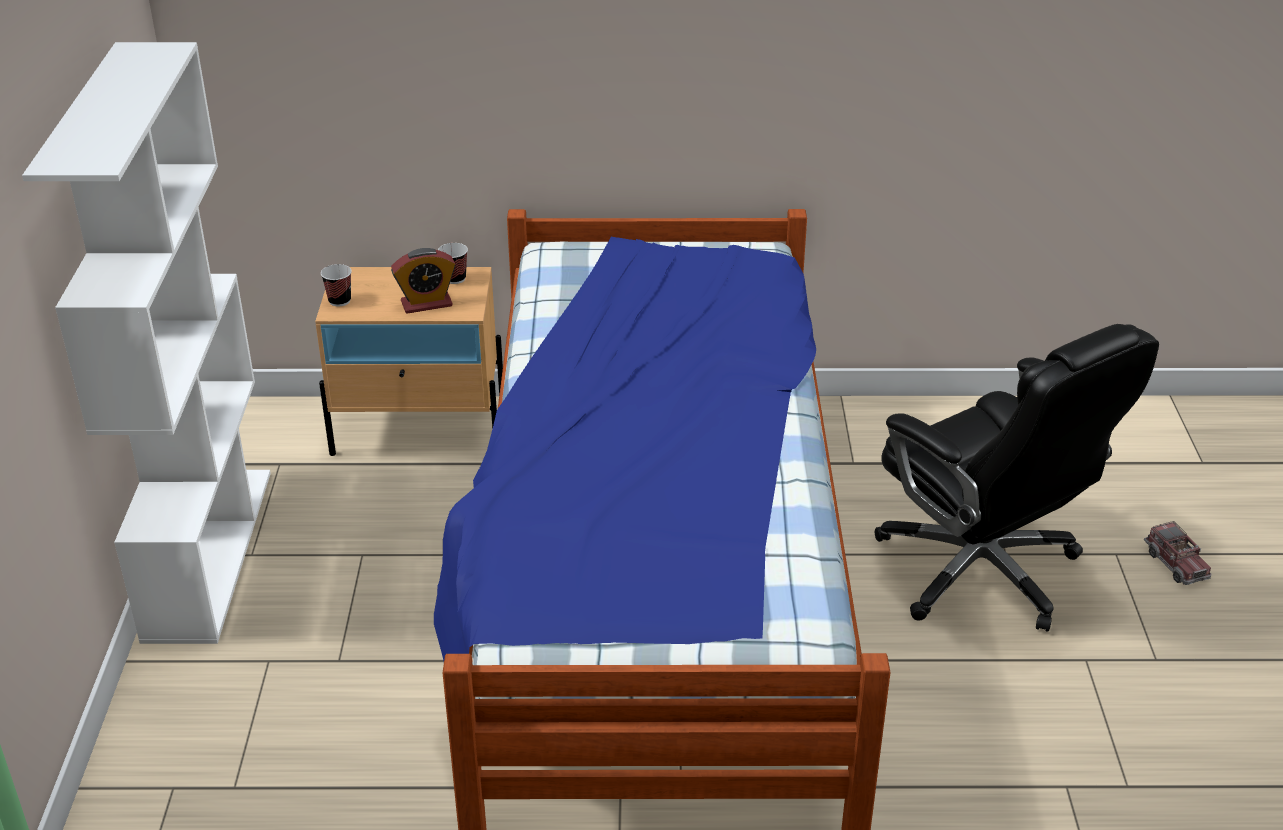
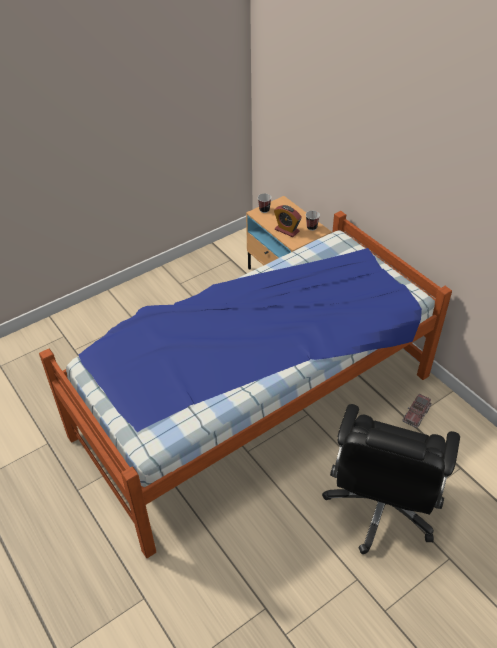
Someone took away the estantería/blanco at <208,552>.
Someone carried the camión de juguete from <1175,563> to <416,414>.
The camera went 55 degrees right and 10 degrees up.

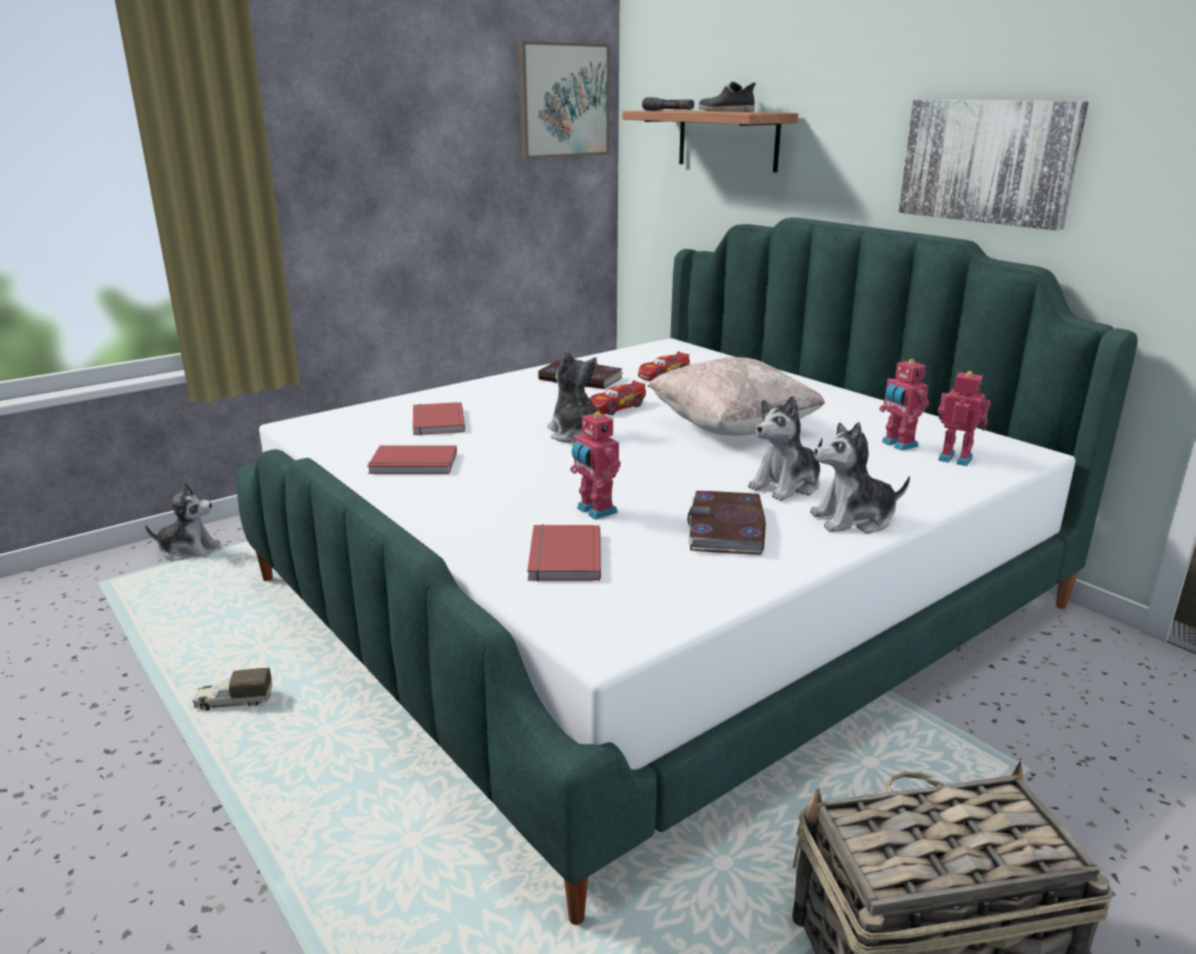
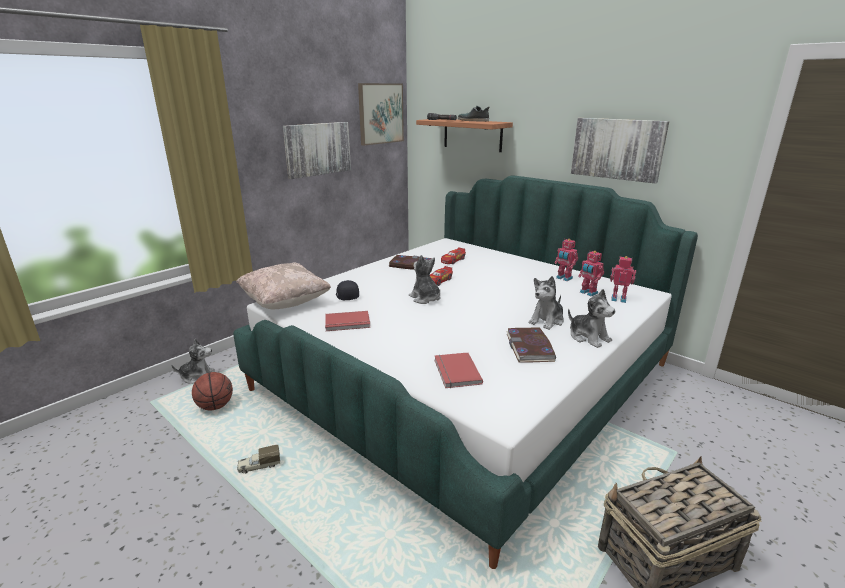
Someone swapped the libro/rojo at <436,422> for the gorra/negro at <346,296>.
Someone carried the robot de juguete from <594,511> to <563,278>.
Someone carried the cojín/beis from <732,428> to <285,302>.
Someone rotated the peluche at <854,520> by 105 degrees counterclockwise.
Someone put down the balón de baloncesto at <215,406>.
Someone put up the cuadro at <317,149>.
The camera went 10 degrees left and 0 degrees up.

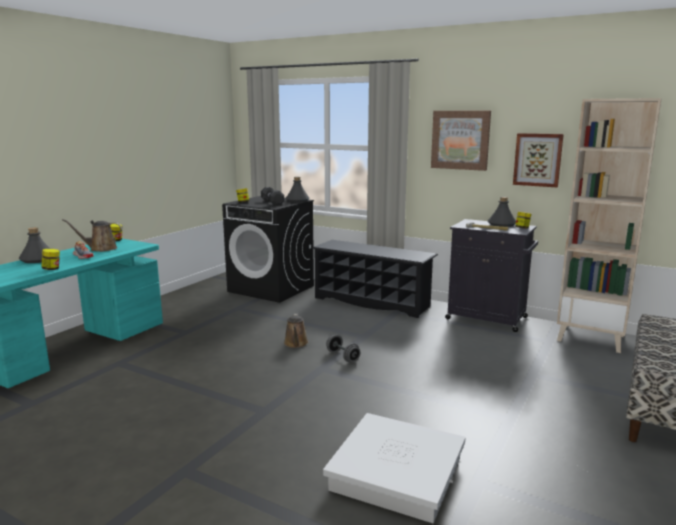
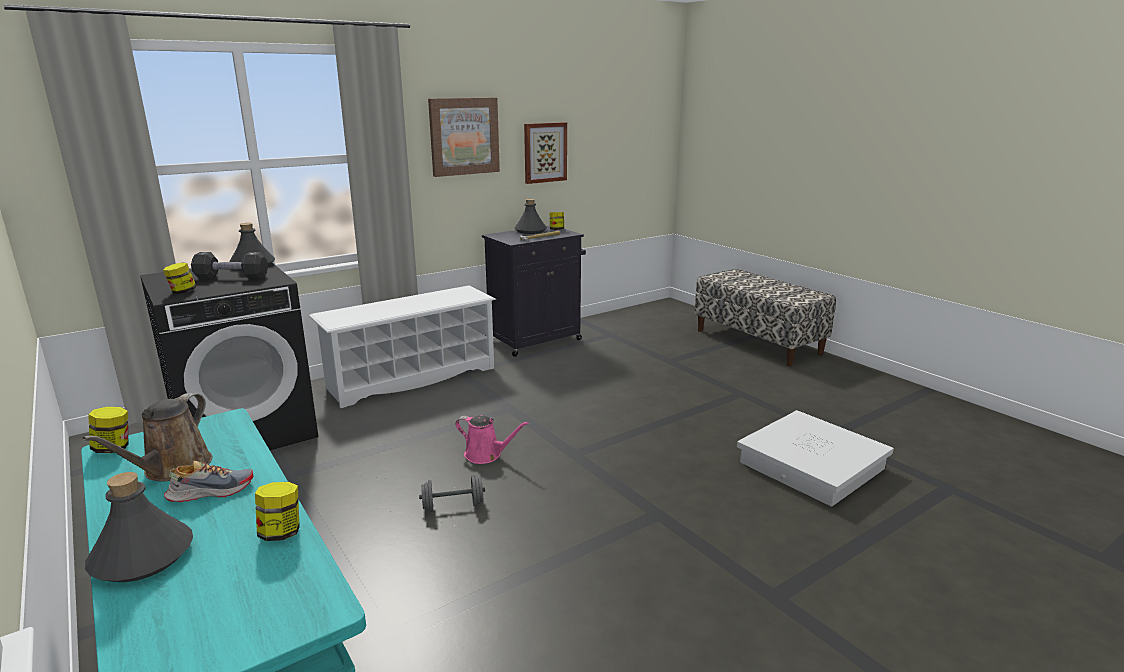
Someone repainted the regadera/marrón at <296,344>, which became the regadera/rosa at <486,455>.
Someone repainted the zapatero/negro at <372,302>, which became the zapatero/blanco at <411,378>.
Someone carried the mancuerna/gris from <342,356> to <453,506>.
Someone took away the estantería/beis at <591,338>.
The camera went 65 degrees left and 5 degrees up.

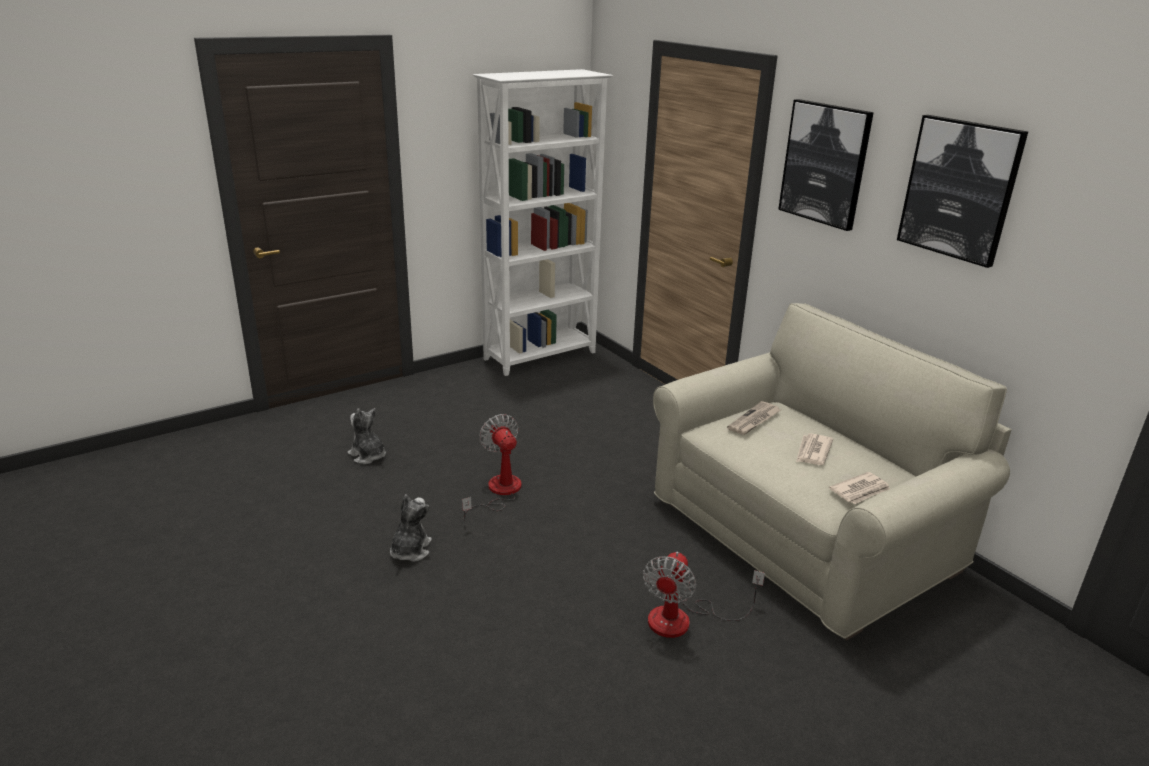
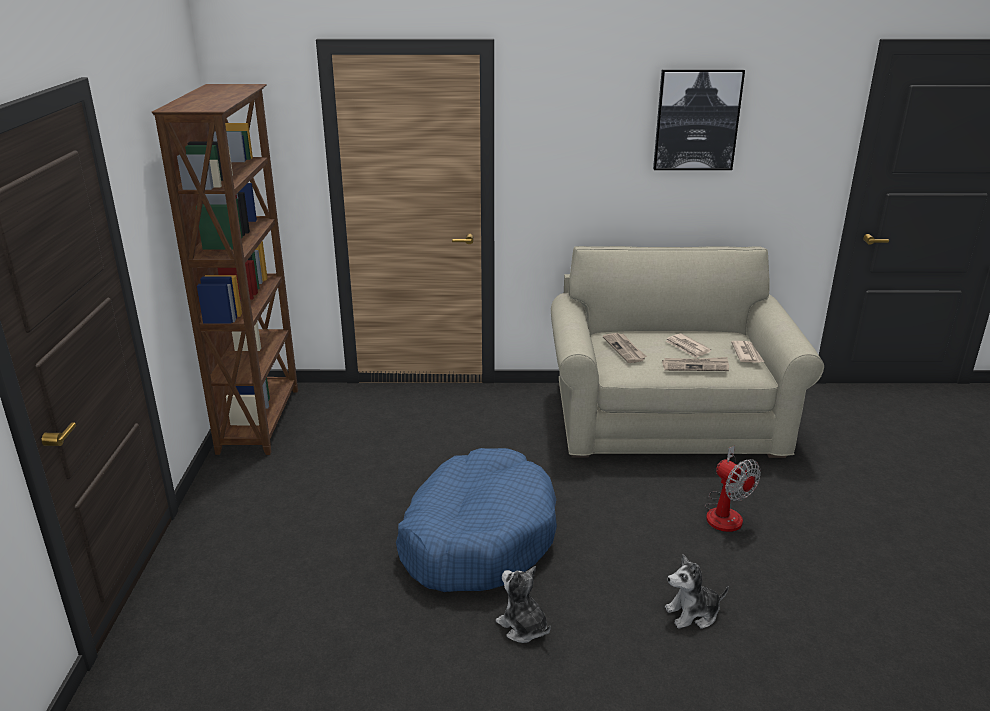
Someone carried the peluche from <368,456> to <693,614>.
Someone swapped the ventilador at <498,492> for the cama para perro/azul at <477,537>.
Someone repainted the estantería/blanco at <541,356>, which became the estantería/marrón at <261,420>.
Someone took away the cuadro at <825,163>.
Someone put down the periódico at <695,366>.
The camera went 55 degrees left and 0 degrees up.

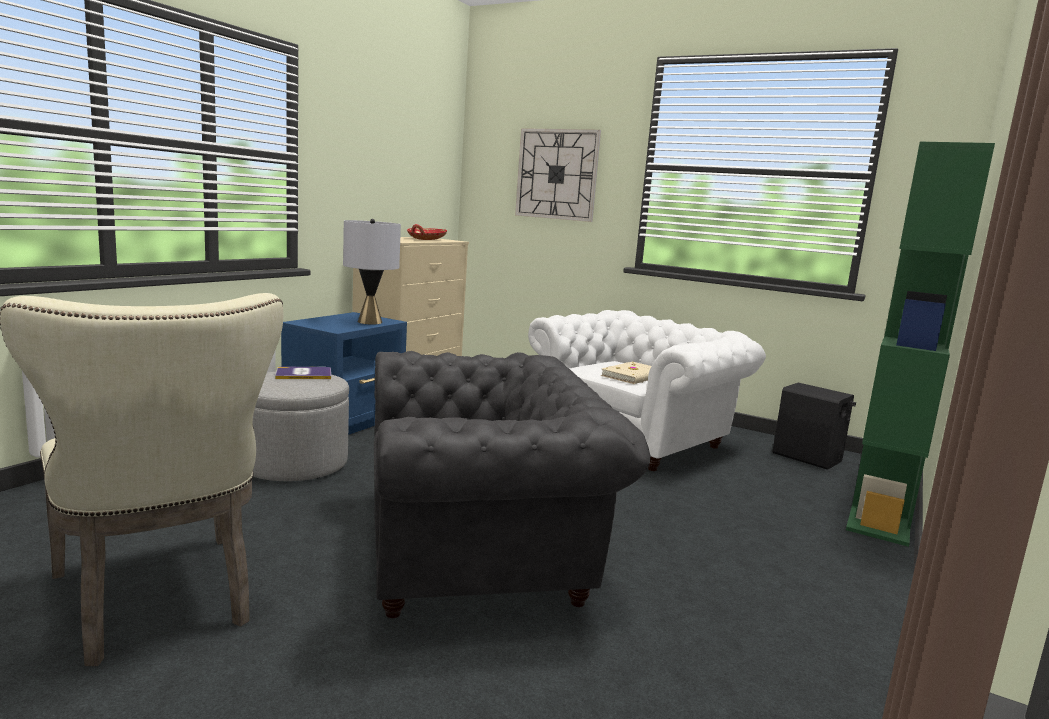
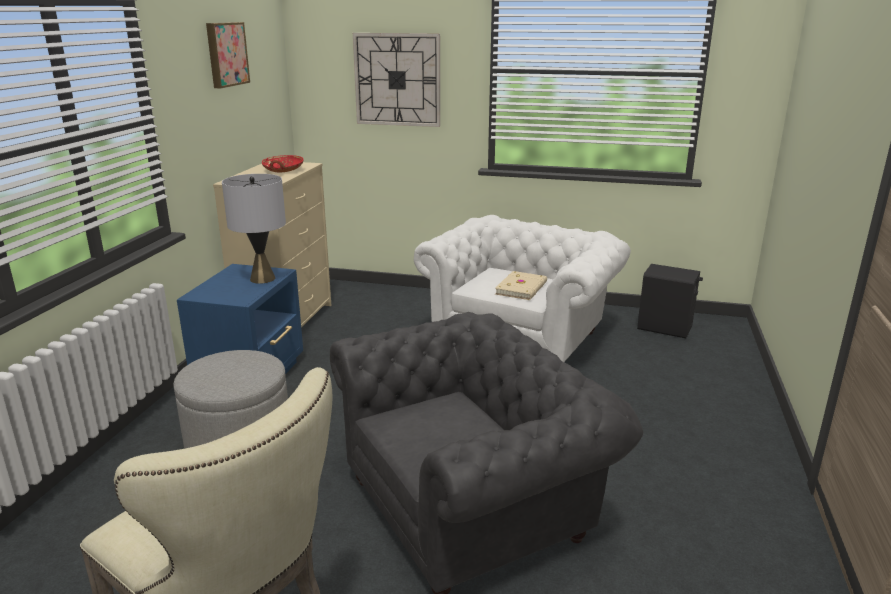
Someone took away the libro at <304,374>.
Someone took away the estantería/verde at <883,504>.
Someone put up the cuadro at <226,54>.
The camera went 15 degrees left and 10 degrees up.

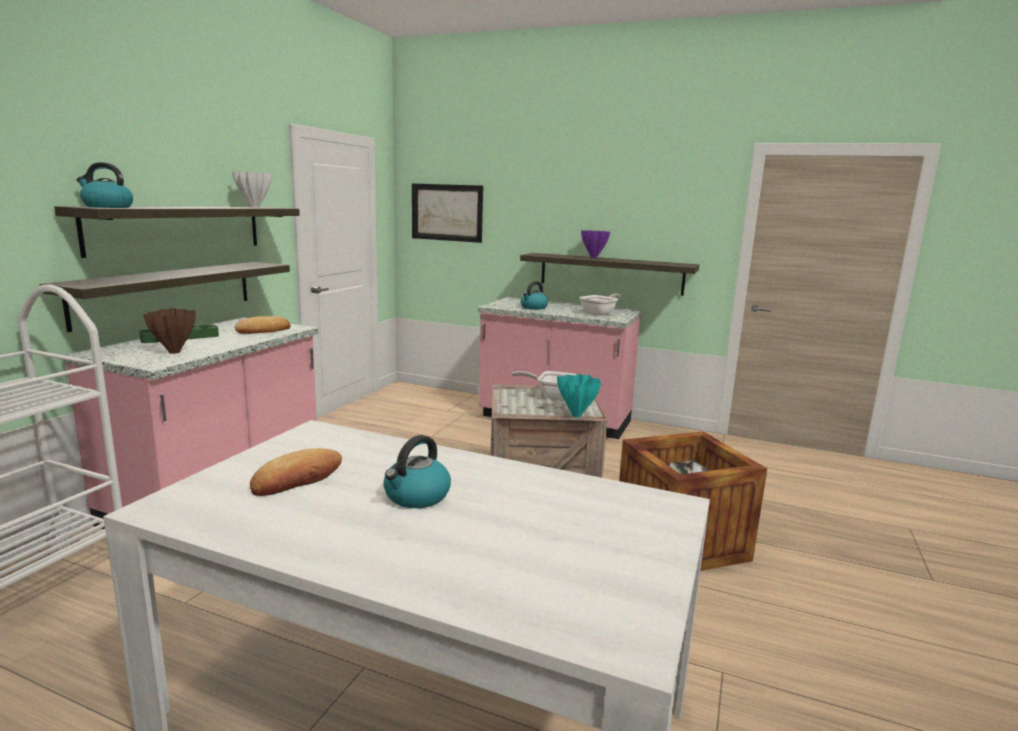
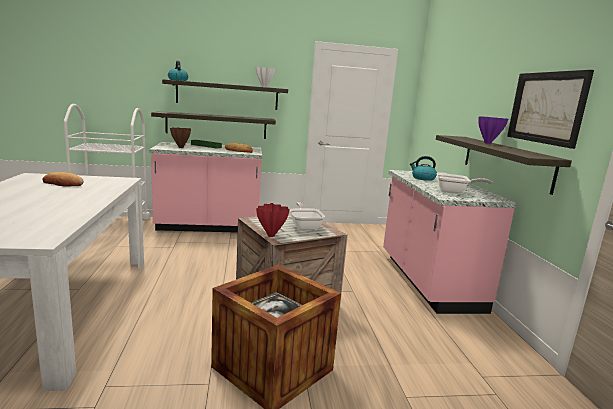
Someone took away the hervidor at <416,497>.
Someone carried the cuadro from <447,212> to <546,107>.
Someone repainted the florero/turquesa at <577,415>, which became the florero/rojo at <271,236>.
The camera went 60 degrees right and 0 degrees up.

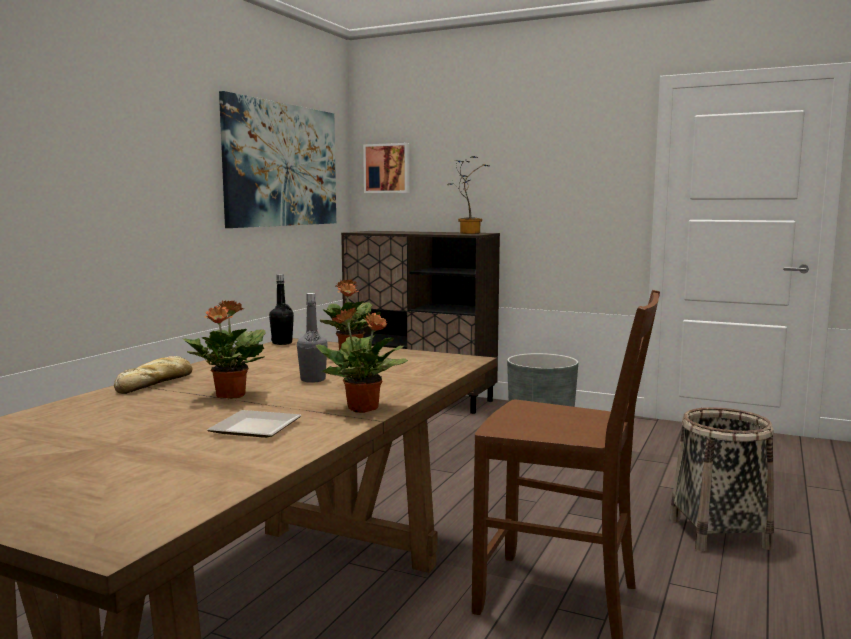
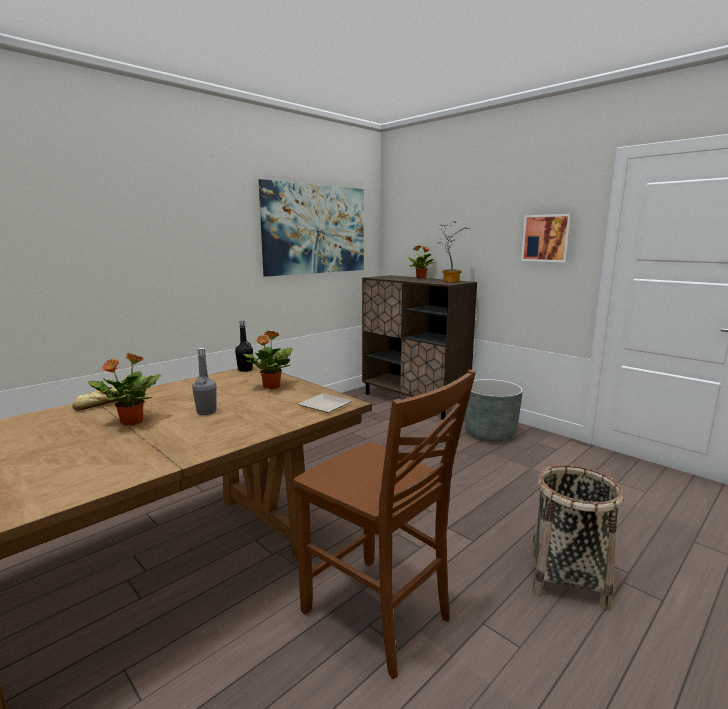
Someone carried the plato from <252,429> to <323,406>.
Someone carried the planta en maceta from <363,409> to <421,278>.
Someone carried the cuadro from <387,168> to <547,238>.
The camera went 20 degrees right and 5 degrees up.

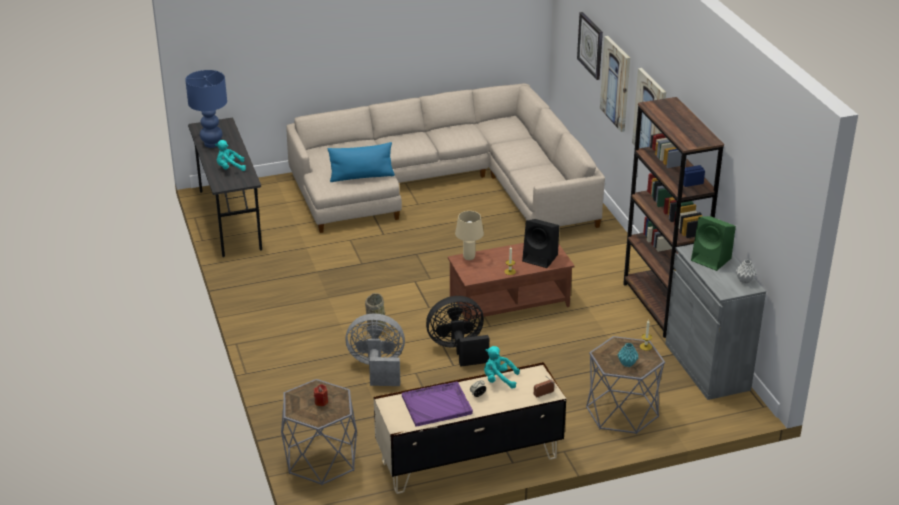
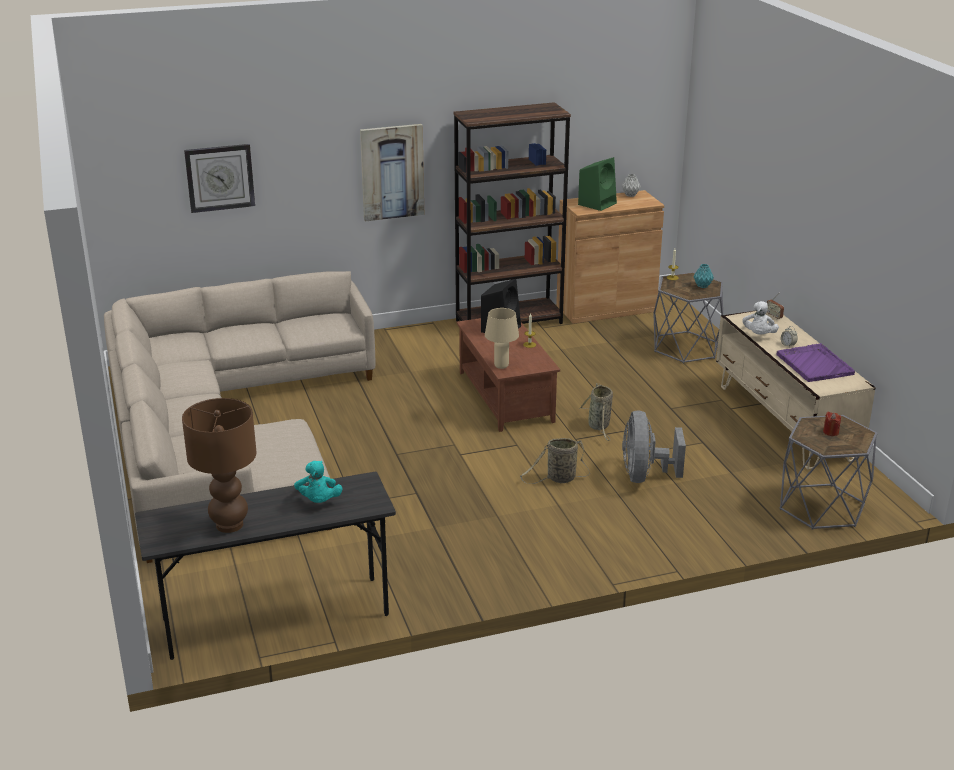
Someone repainted the lámpara de mesa/azul at <211,144>, which became the lámpara de mesa/marrón at <229,525>.
Someone took away the cojín/azul at <361,177>.
Someone swapped the ventilador/negro at <458,349> for the cesta at <599,426>.
Someone repainted the peluche/turquesa at <499,379>, which became the peluche/blanco at <758,335>.
Someone took away the cuadro at <616,83>.
Someone repainted the armario/gris at <707,366>, which became the armario/marrón at <606,308>.
The camera went 90 degrees left and 5 degrees down.

